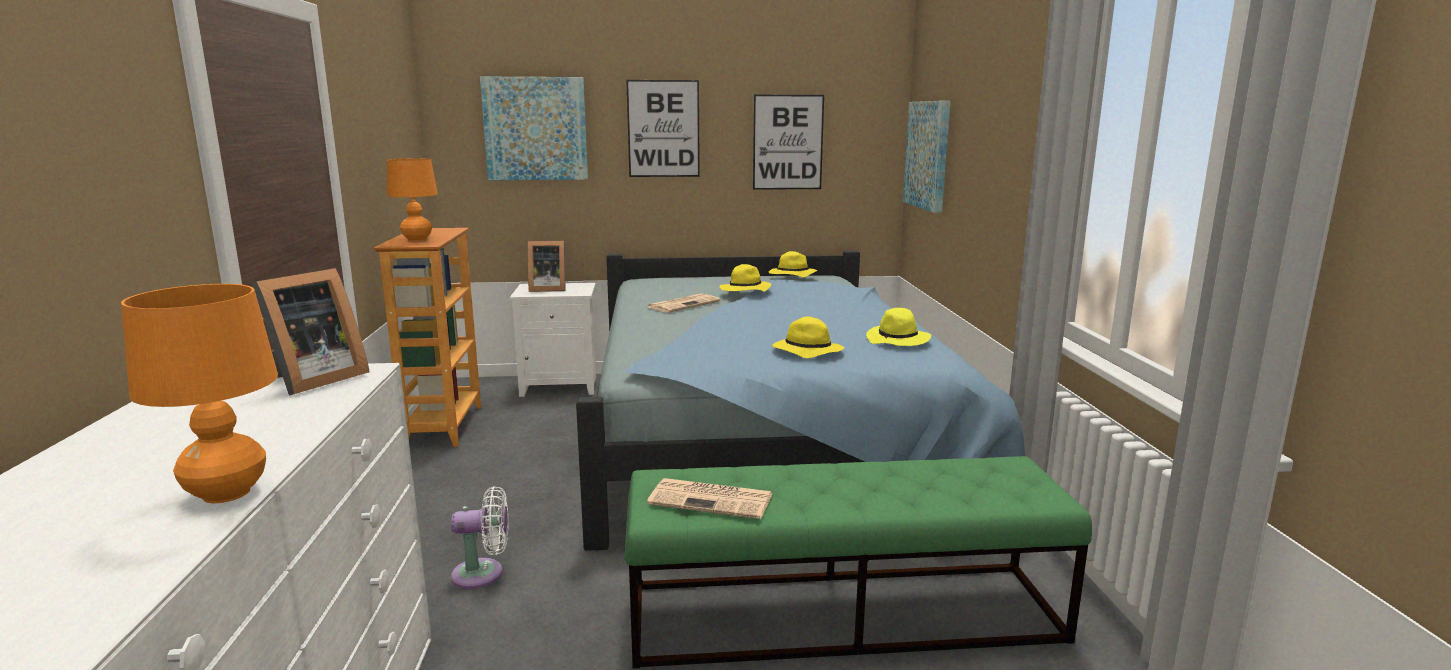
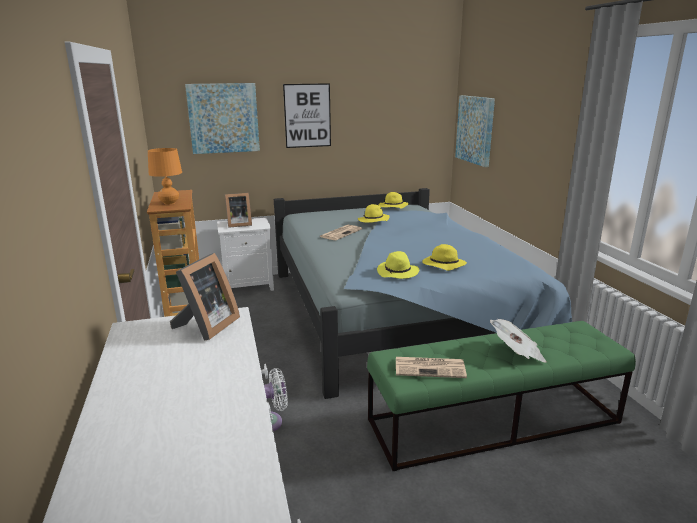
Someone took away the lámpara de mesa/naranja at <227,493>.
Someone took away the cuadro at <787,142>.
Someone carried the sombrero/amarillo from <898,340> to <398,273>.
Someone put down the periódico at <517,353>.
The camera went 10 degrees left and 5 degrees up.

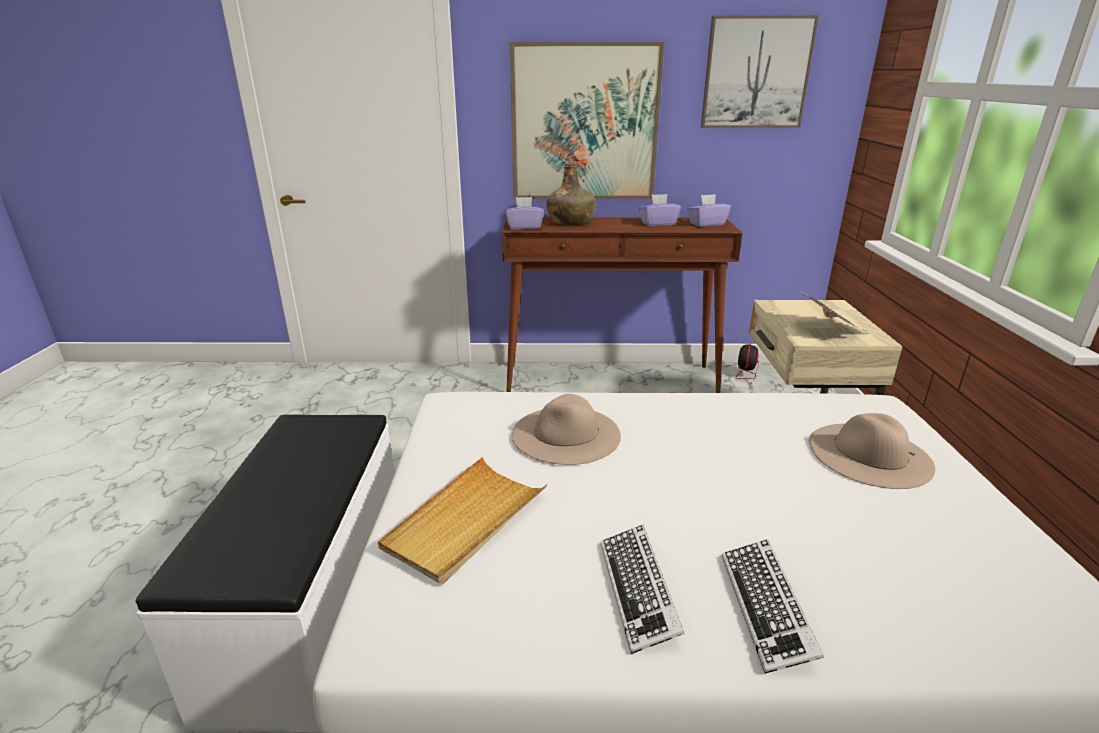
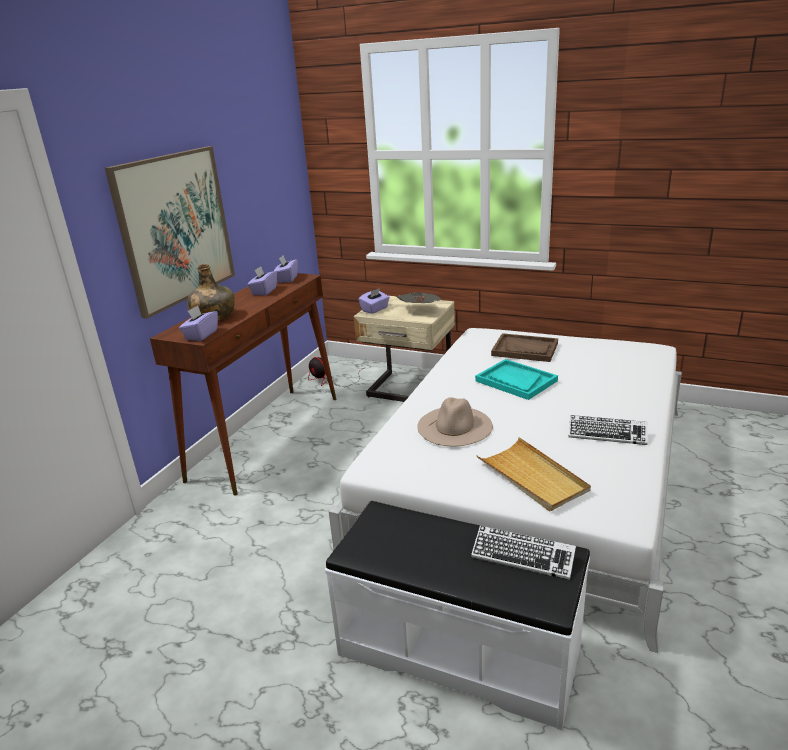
Someone took away the cuadro at <756,73>.
Someone carried the teclado from <766,608> to <522,556>.
Someone swapped the sombrero/beis at <869,454> for the bandeja/marrón at <525,349>.
Someone put down the caja de pañuelos/morado at <375,309>.
Someone put down the bandeja/turquesa at <515,381>.
The camera went 65 degrees left and 0 degrees up.

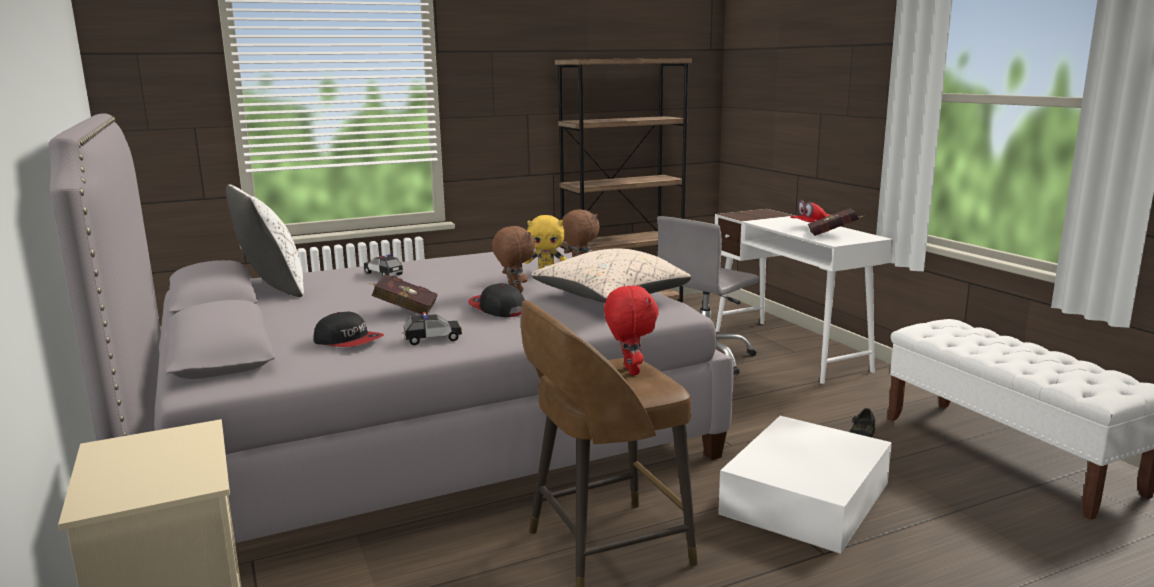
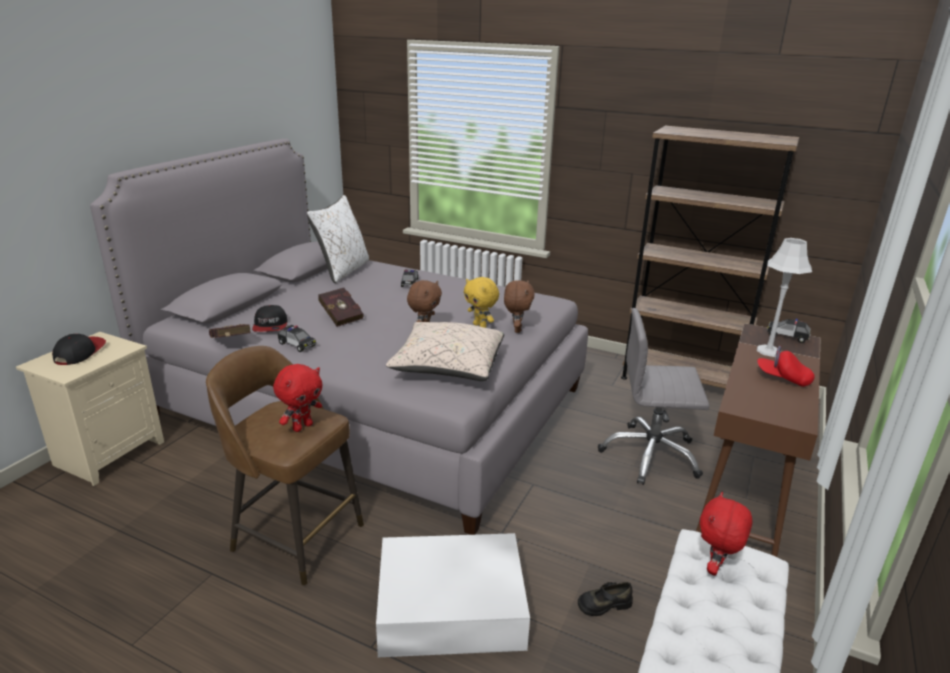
Someone carried the gorra from <497,308> to <80,352>.
Someone repainted the escritorio/blanco at <789,350>, which became the escritorio/marrón at <744,493>.
Someone carried the libro/rojo from <834,235> to <231,344>.
Someone put down the peluche/rojo at <715,568>.
Someone put down the lámpara de mesa/gris at <768,351>.
Someone put down the coche de juguete at <787,336>.
The camera went 50 degrees right and 10 degrees up.

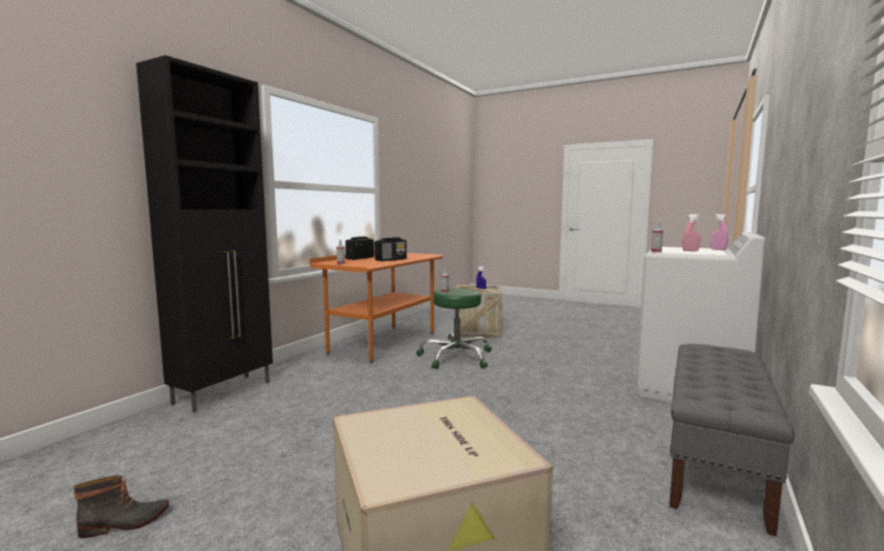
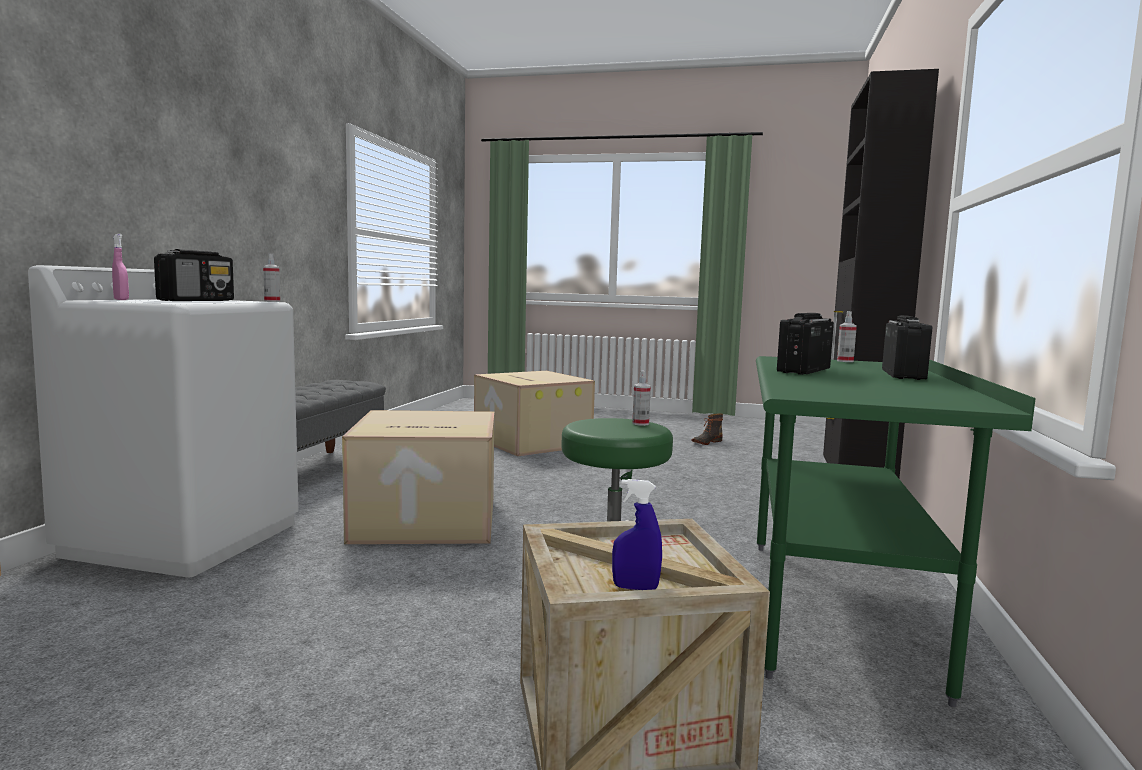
Someone repainted the escritorio/naranja at <383,343>, which became the escritorio/verde at <836,610>.
Someone swapped the pulverizador/rosa at <690,251> for the radio at <197,300>.
Someone put down the caja de cartón at <423,520>.
The camera went 165 degrees right and 0 degrees up.

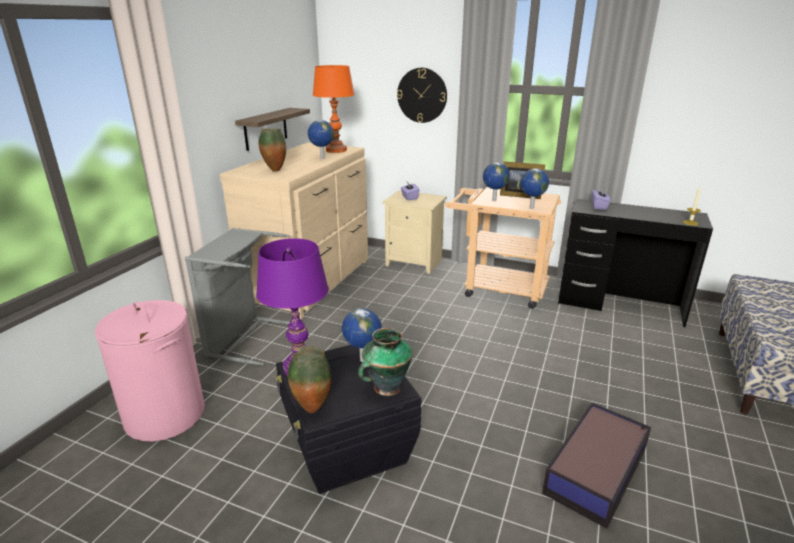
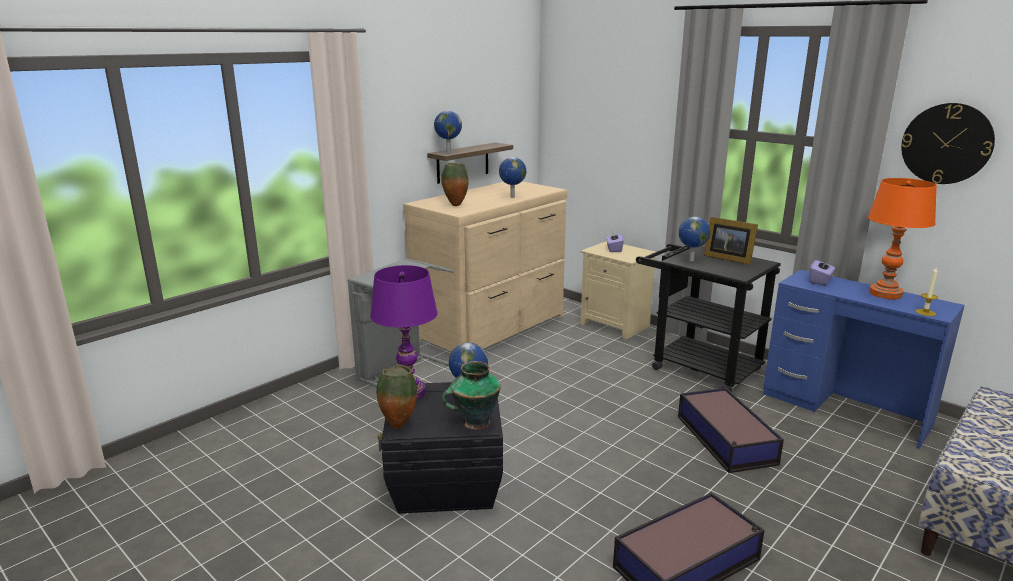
Someone took away the cesto de la ropa/rosa at <165,415>.
Someone carried the lámpara de mesa/naranja from <336,150> to <885,294>.
Someone carried the reloj de pared from <422,95> to <946,143>.
Someone repainted the carrito/beis at <497,288>, which became the carrito/negro at <697,366>.
Someone carried the globo terráqueo from <531,208> to <448,152>.
Someone repainted the escritorio/negro at <619,304>, which became the escritorio/azul at <845,409>.
Someone put down the caja de almacenaje at <725,440>.
The camera went 20 degrees right and 5 degrees down.

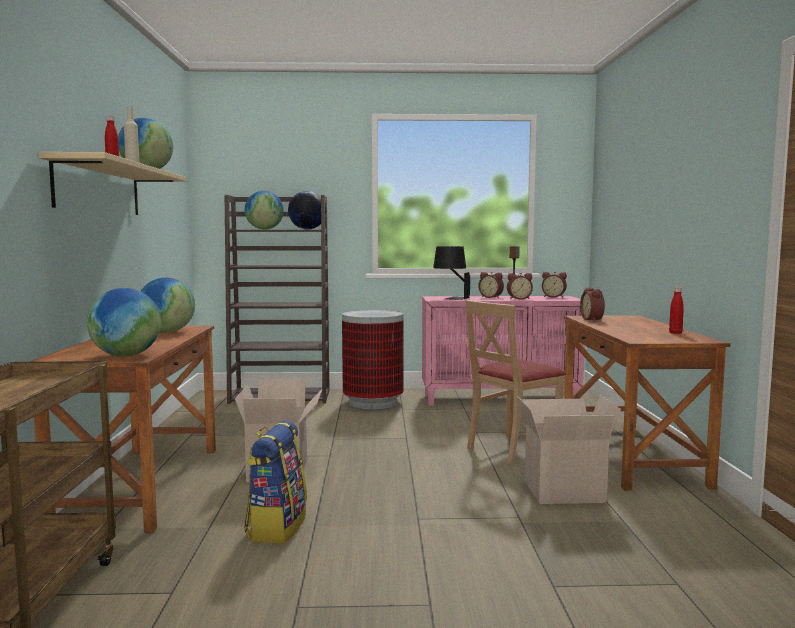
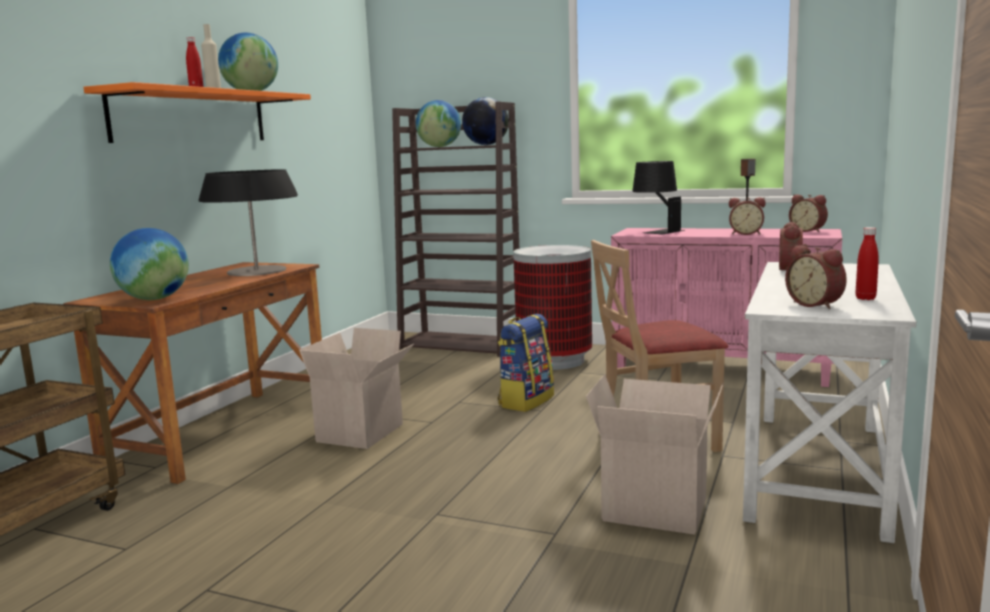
Someone repainted the estante/beis at <99,189>, which became the estante/naranja at <192,117>.
Someone swapped the globo terráqueo at <167,332> for the lámpara de mesa at <257,271>.
Someone carried the mochila from <276,527> to <525,401>.
Someone carried the despertador from <491,297> to <816,304>.
Someone repainted the escritorio/marrón at <630,454>, which became the escritorio/blanco at <818,470>.
The camera went 25 degrees right and 5 degrees up.

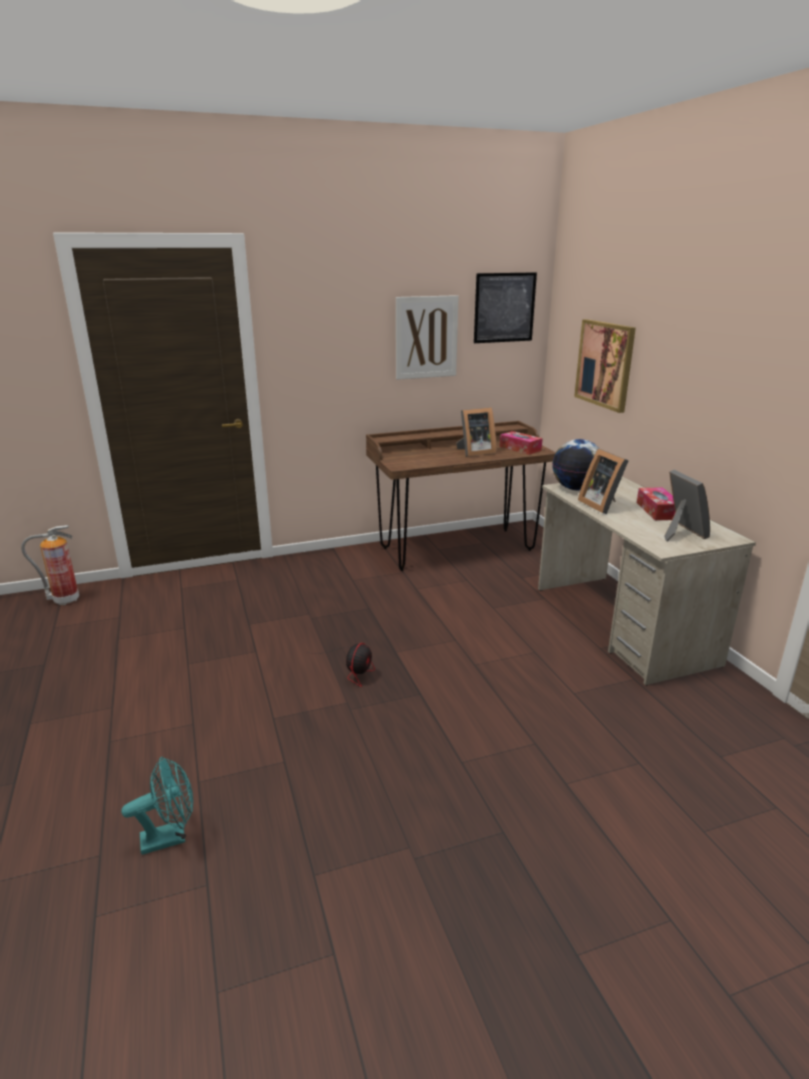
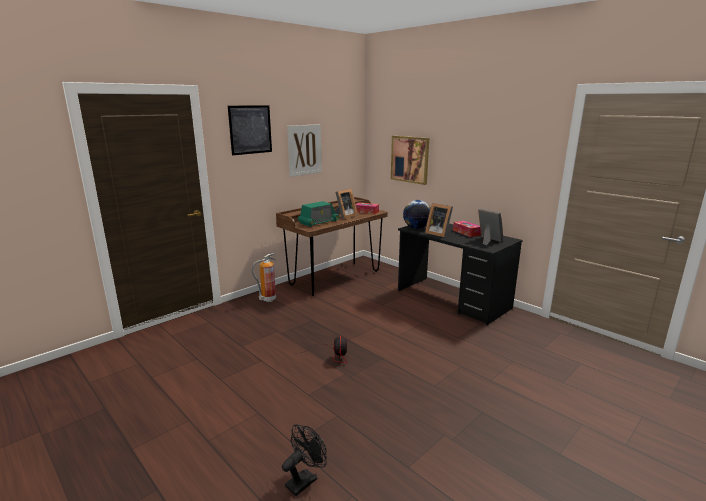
Someone carried the extintor from <65,600> to <268,299>.
Someone repainted the ventilador/turquesa at <171,837>, which became the ventilador/negro at <305,479>.
Someone carried the cuadro from <504,308> to <250,129>.
Someone repainted the escritorio/beis at <621,625>, which became the escritorio/negro at <452,299>.
Someone put down the radio at <318,222>.
The camera went 25 degrees left and 5 degrees down.

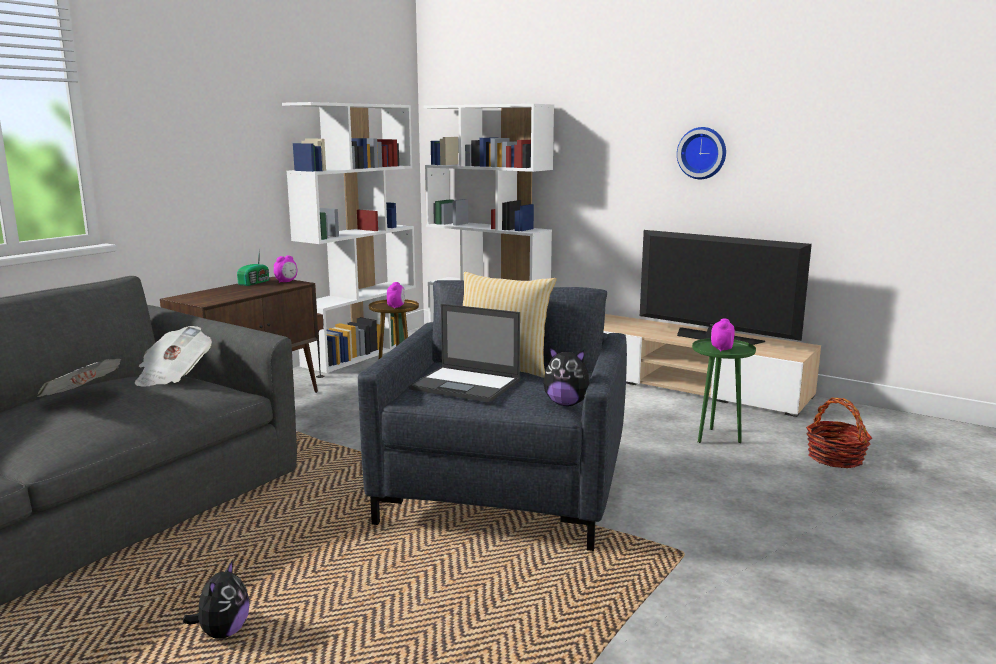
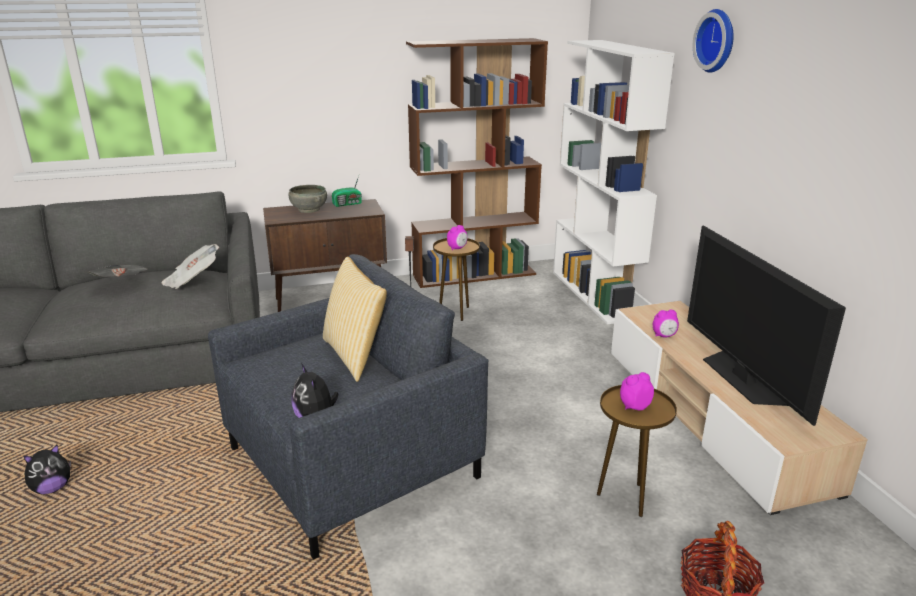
Someone carried the despertador from <286,281> to <664,336>.
Someone repainted the estantería/blanco at <361,353>, which became the estantería/marrón at <474,274>.
Someone took away the portátil at <466,385>.
Someone carried the reloj de pared from <702,153> to <717,41>.
Someone repainted the mesa auxiliar/verde at <716,437>, which became the mesa auxiliar/marrón at <626,498>.
Someone put down the cuenco/gris at <308,209>.
The camera went 40 degrees right and 10 degrees up.

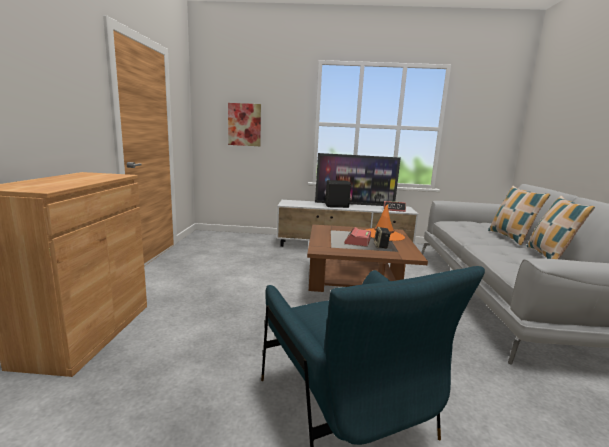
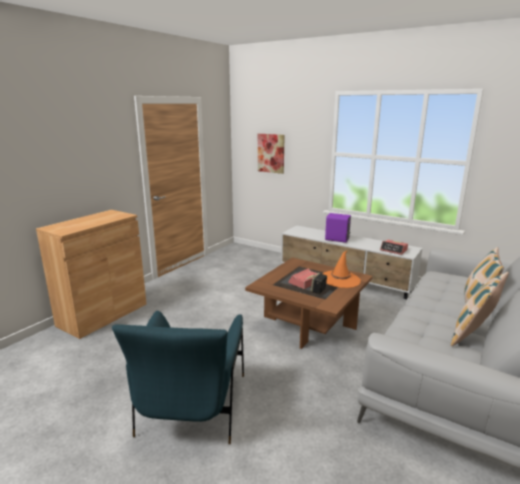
Someone took away the televisor at <354,204>.
Someone repainted the altavoz/negro at <337,206>, which became the altavoz/morado at <337,240>.
The camera went 30 degrees right and 5 degrees up.

